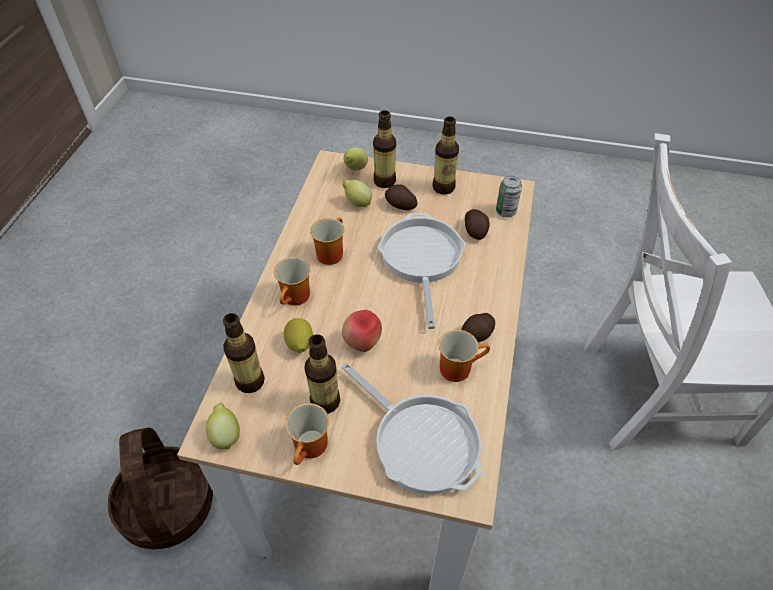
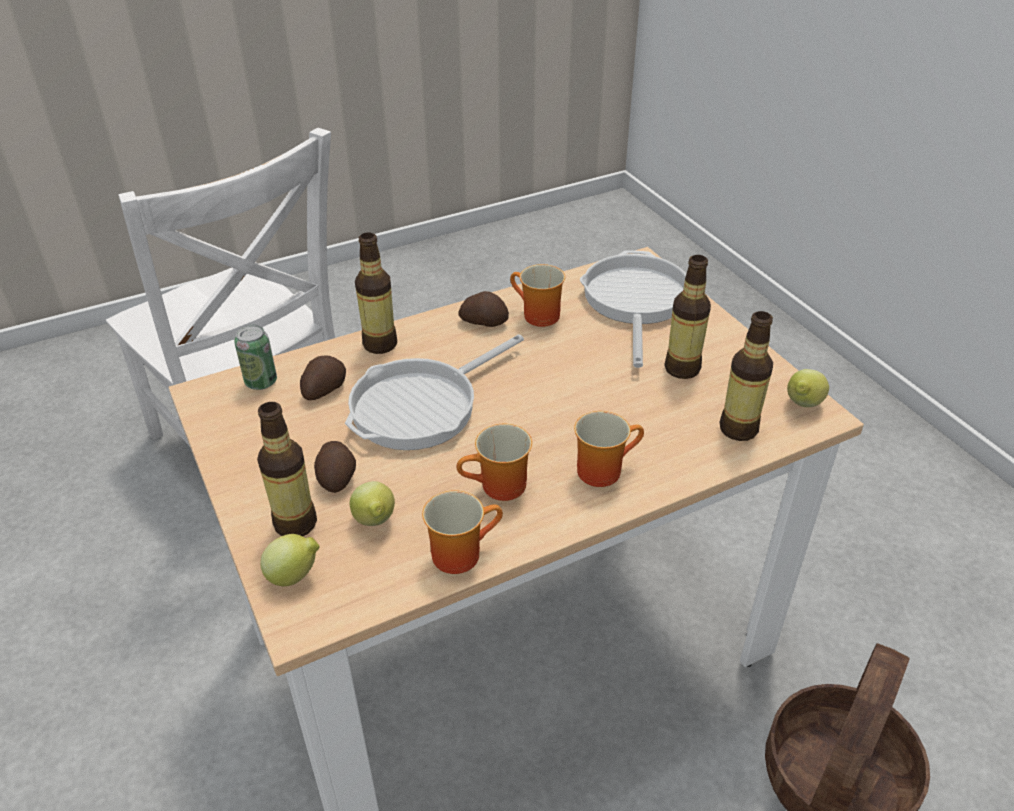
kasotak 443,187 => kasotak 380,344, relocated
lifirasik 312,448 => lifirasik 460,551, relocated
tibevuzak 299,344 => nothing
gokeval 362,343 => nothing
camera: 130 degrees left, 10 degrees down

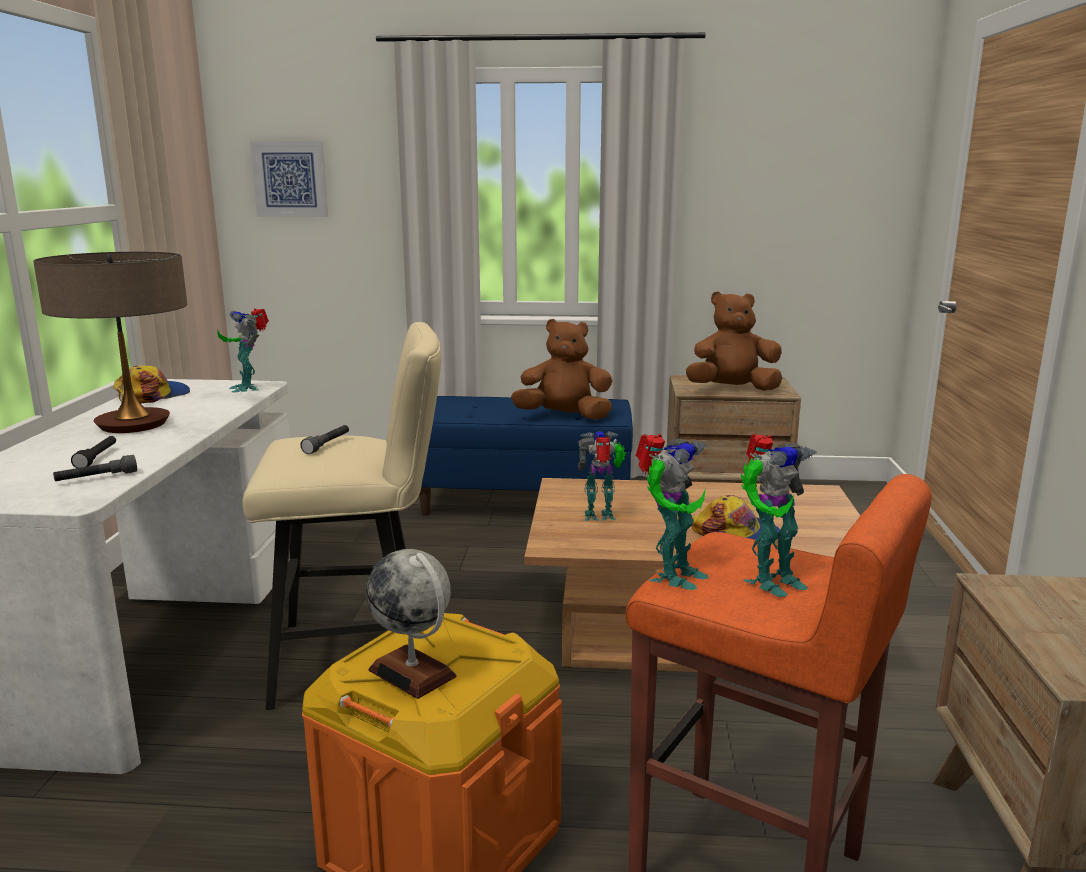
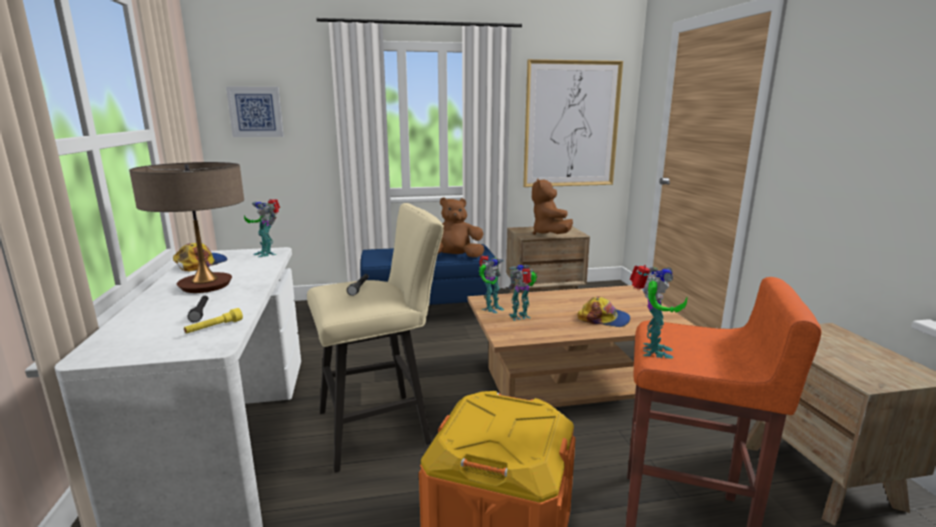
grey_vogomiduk 96,478 => yellow_vogomiduk 214,328
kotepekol 769,580 => kotepekol 491,308, relocated
nothing => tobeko 571,125
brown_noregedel 732,390 => brown_noregedel 549,234, 75 degrees counterclockwise
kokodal 412,673 => nothing
camera: 15 degrees left, 0 degrees up

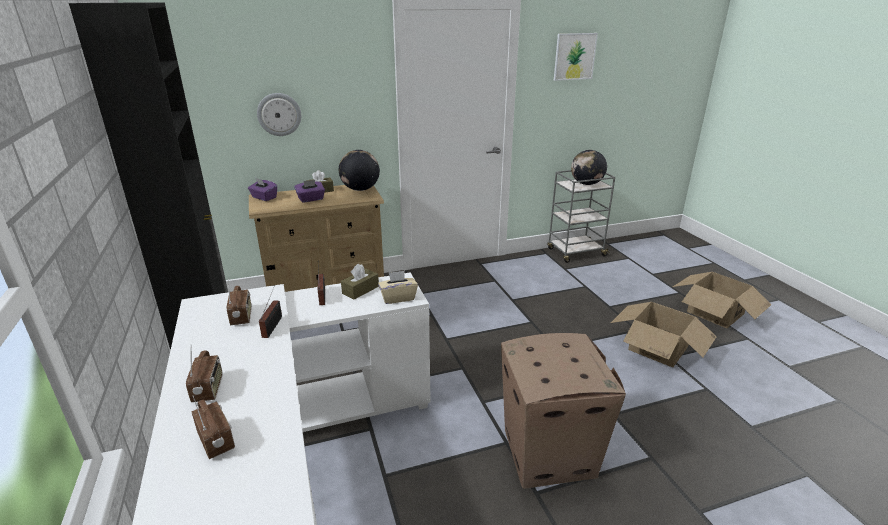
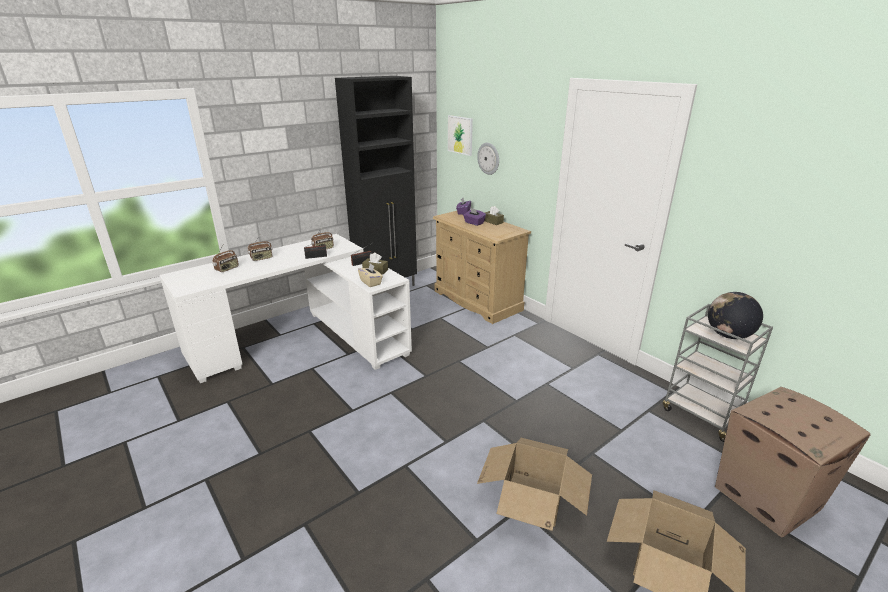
tobeko 574,56 => tobeko 460,135, relocated
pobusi 548,452 => pobusi 767,497, relocated
kokodal 360,189 => nothing
camera: 70 degrees right, 0 degrees up

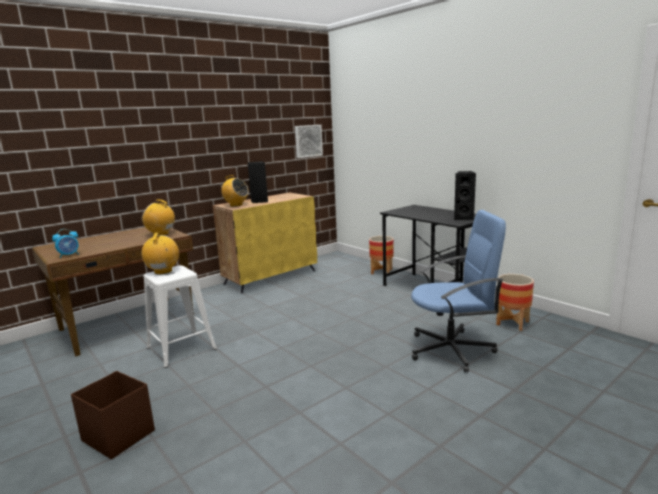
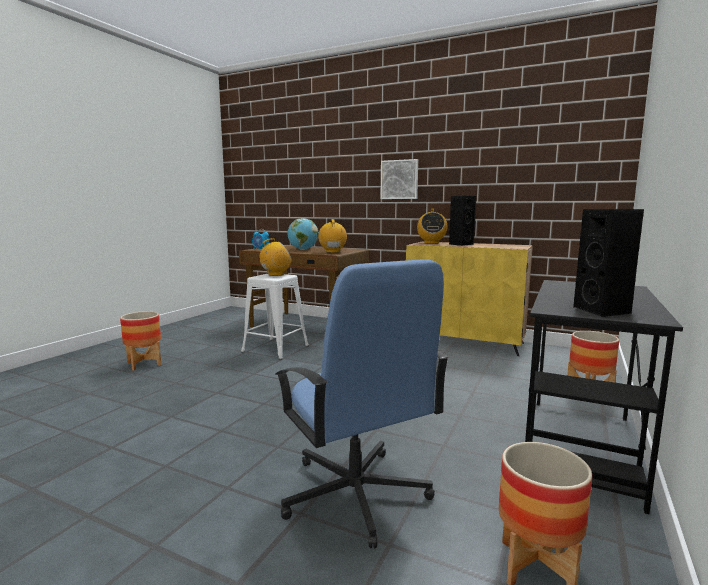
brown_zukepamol 118,435 => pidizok 144,364
nothing => kokodal 303,249
tobeko 308,141 => tobeko 399,179, relocated
camera: 65 degrees right, 5 degrees down

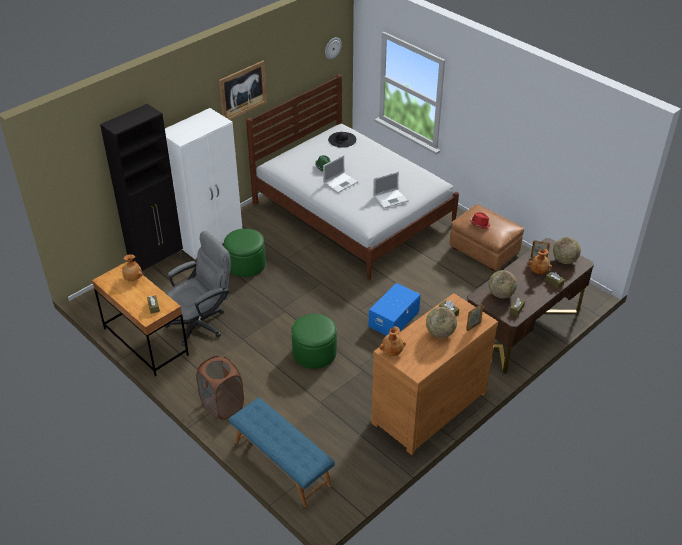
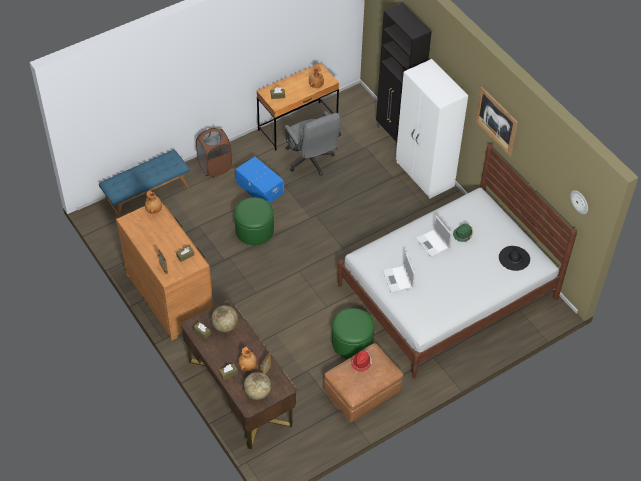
blue_zukepamol 394,318 => blue_zukepamol 259,188, relocated
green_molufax 246,264 => green_molufax 352,342, relocated
kokodal 440,333 => nothing
camera: 100 degrees right, 10 degrees up

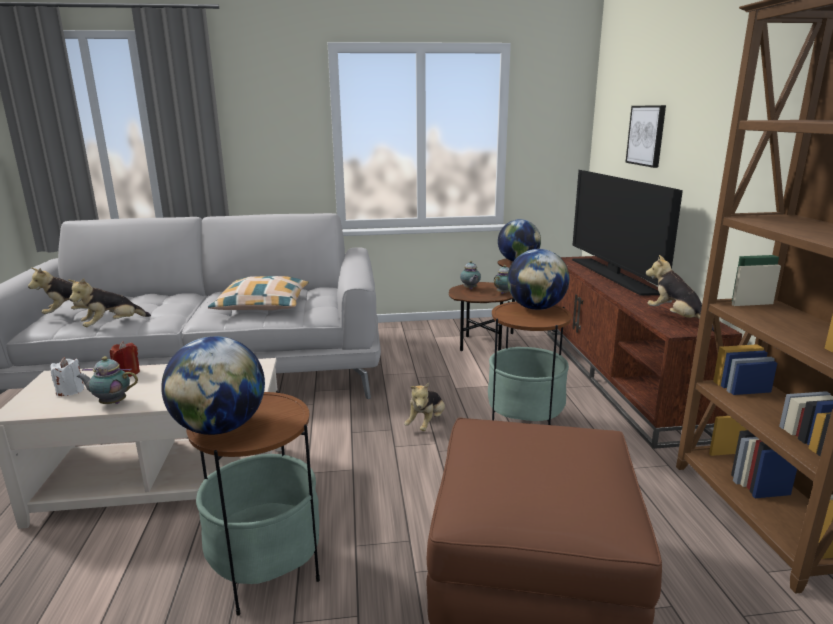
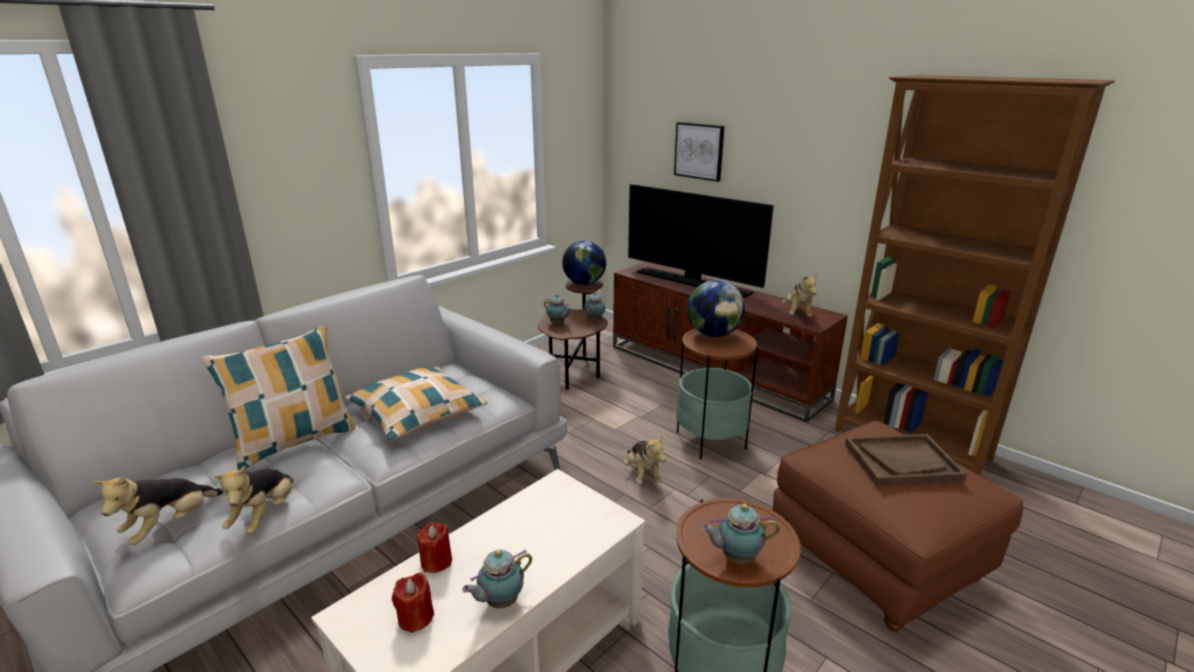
nothing => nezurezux 294,442
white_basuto 70,391 => red_basuto 415,618
kokodal 220,427 => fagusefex 736,557
noregedel 676,319 => noregedel 797,314, 105 degrees counterclockwise
nothing => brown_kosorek 902,462
camera: 40 degrees left, 5 degrees up

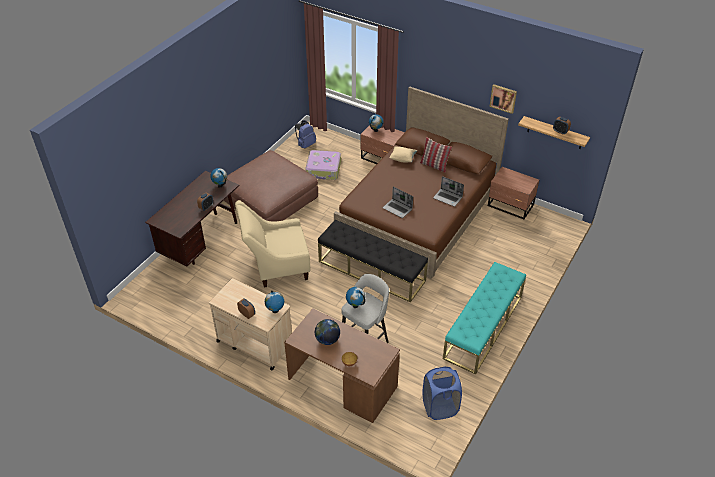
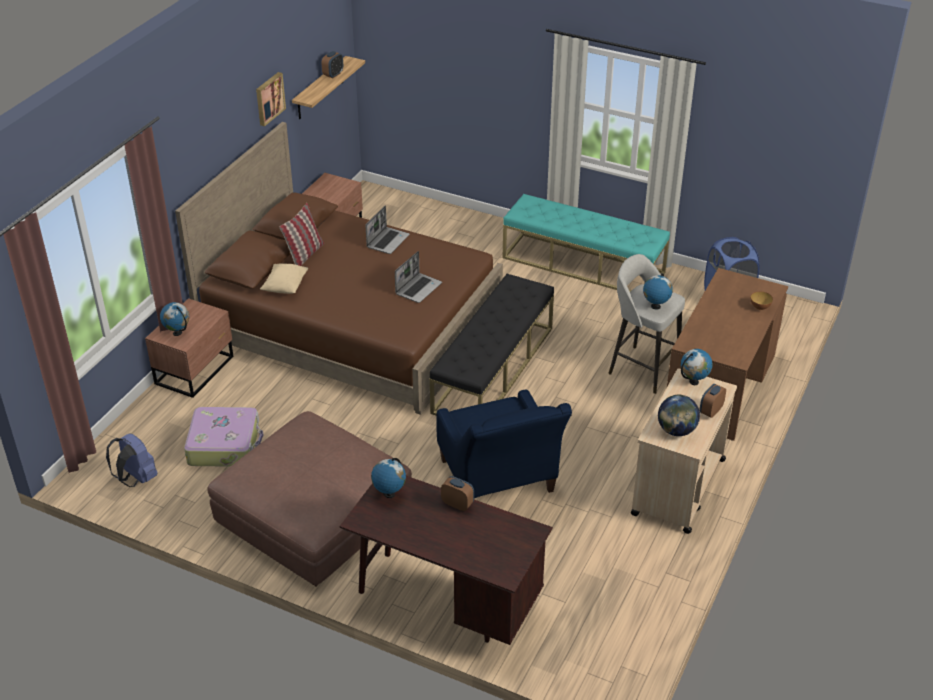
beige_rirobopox 276,266 => blue_rirobopox 499,482
kokodal 327,340 => kokodal 676,431, relocated
camera: 95 degrees left, 5 degrees down

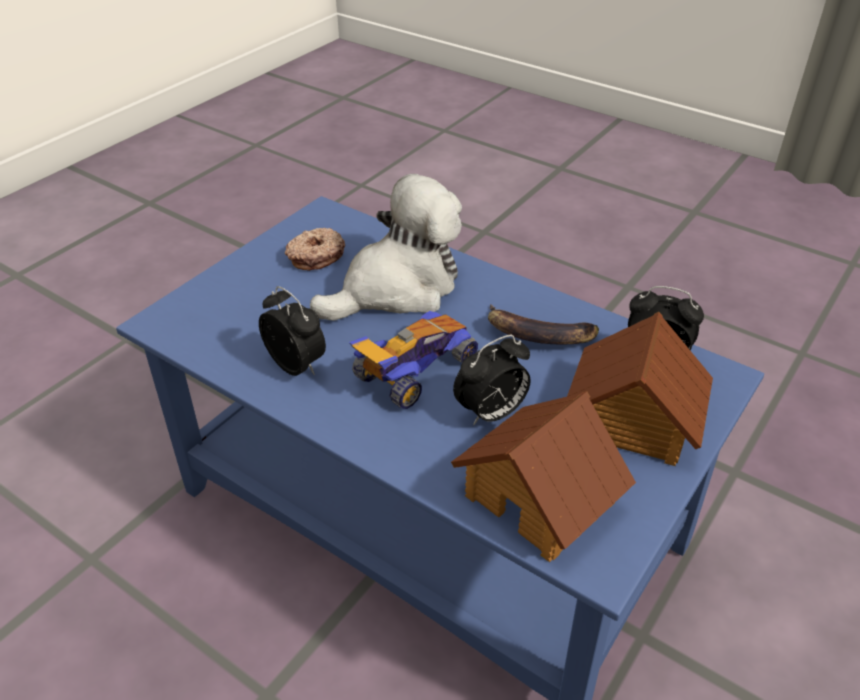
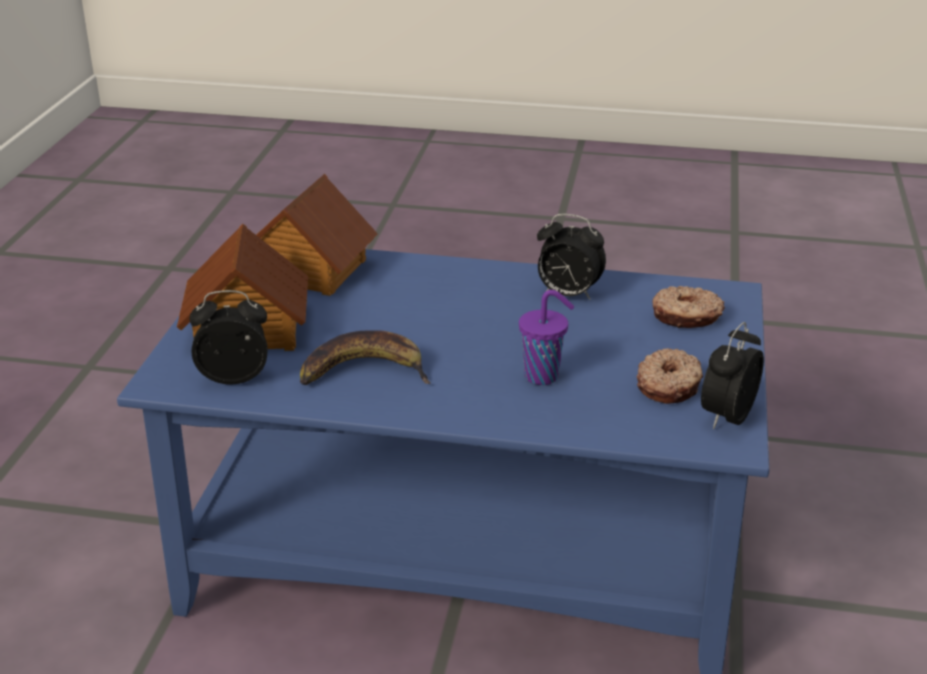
noregedel 397,288 => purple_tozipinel 544,376
nothing => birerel 686,317
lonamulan 491,413 => lonamulan 727,416, relocated
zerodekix 414,371 => nothing
camera: 155 degrees right, 10 degrees down

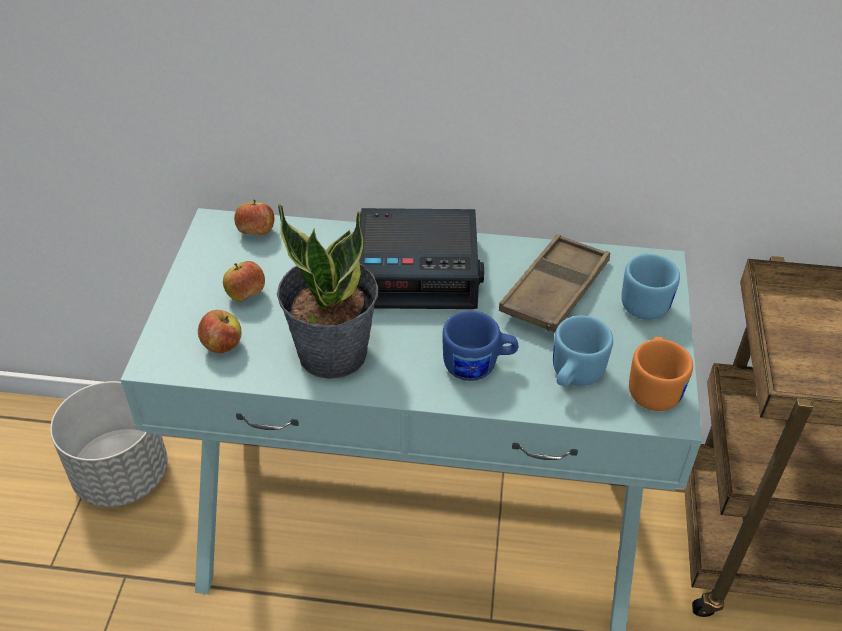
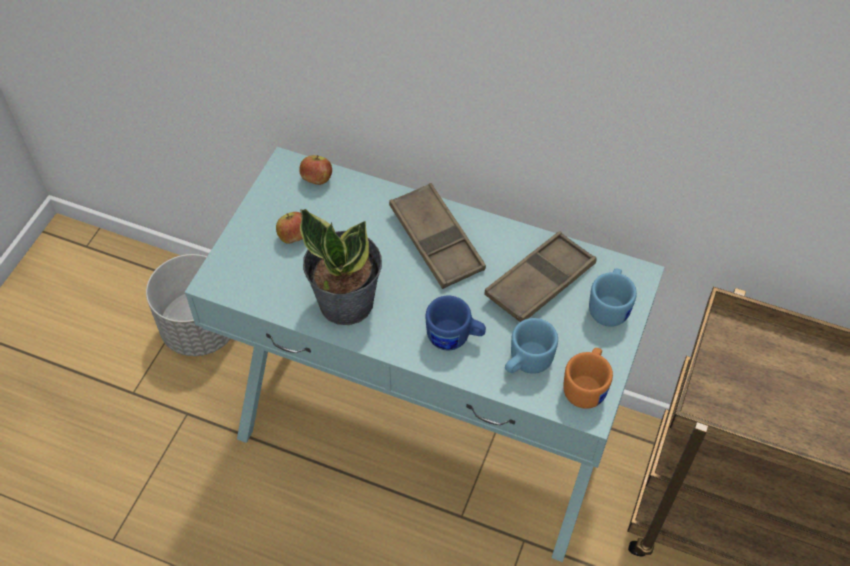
lonamulan 419,270 => brown_kosorek 436,241
gokeval 222,345 => nothing
camera: 15 degrees right, 10 degrees up

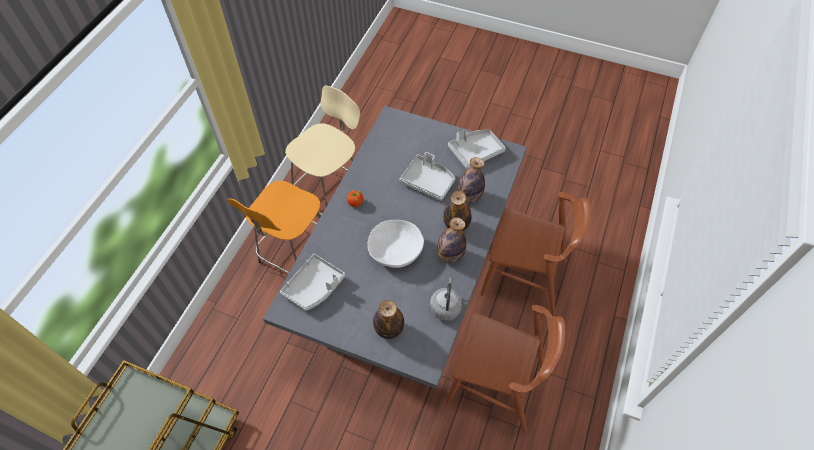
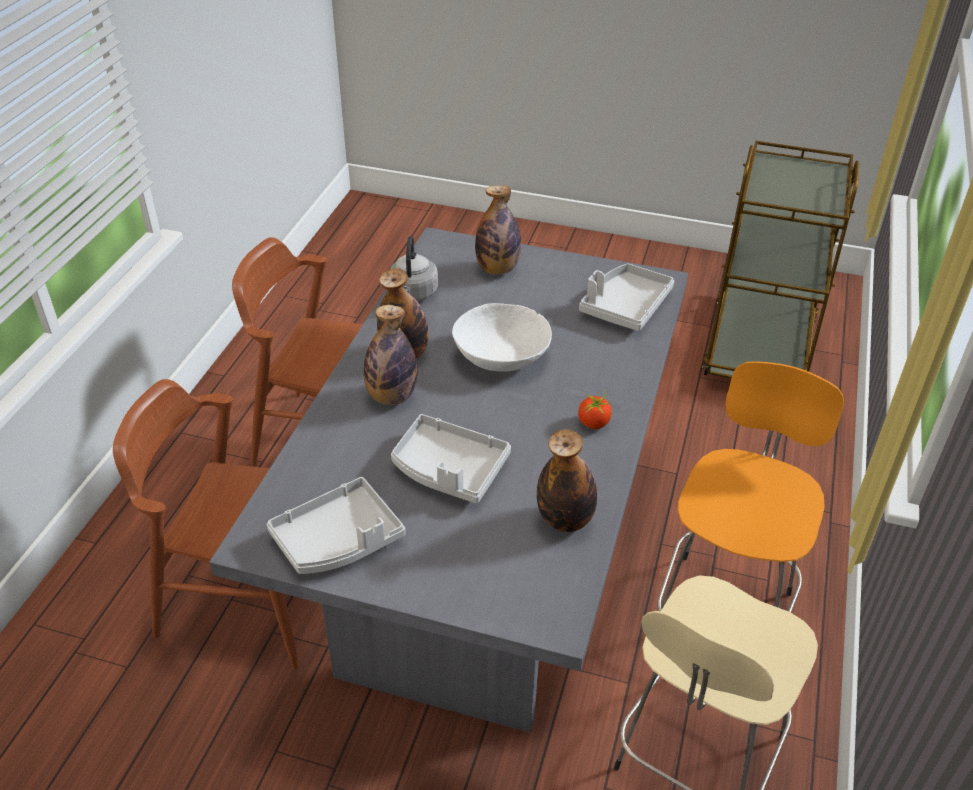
kasotak 469,196 => kasotak 565,520, relocated
camera: 175 degrees right, 15 degrees down

